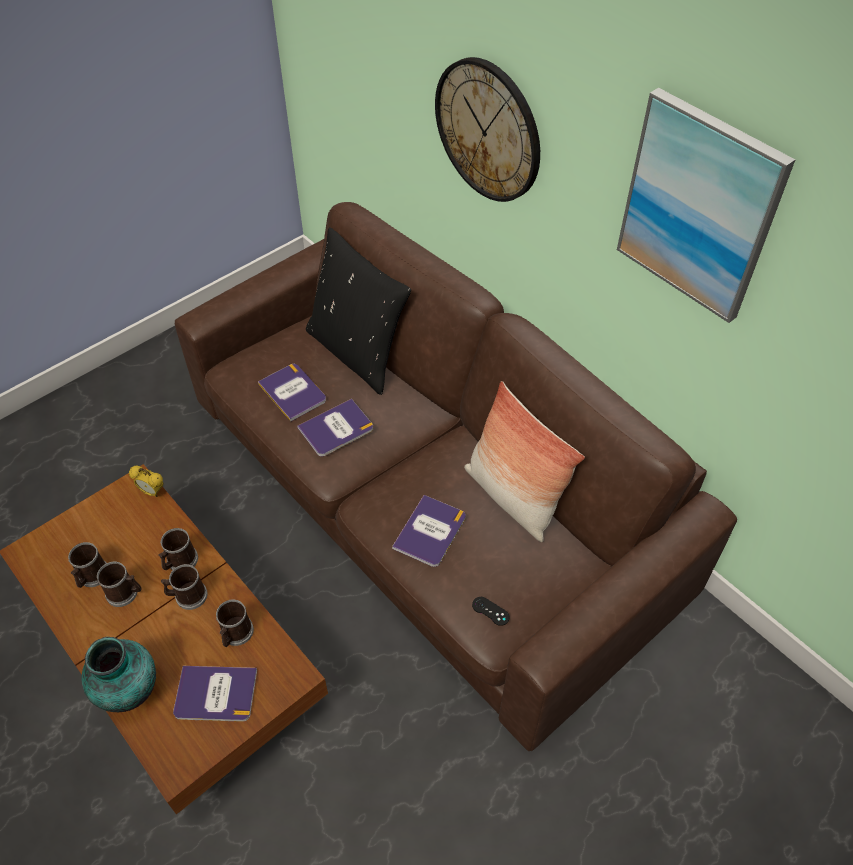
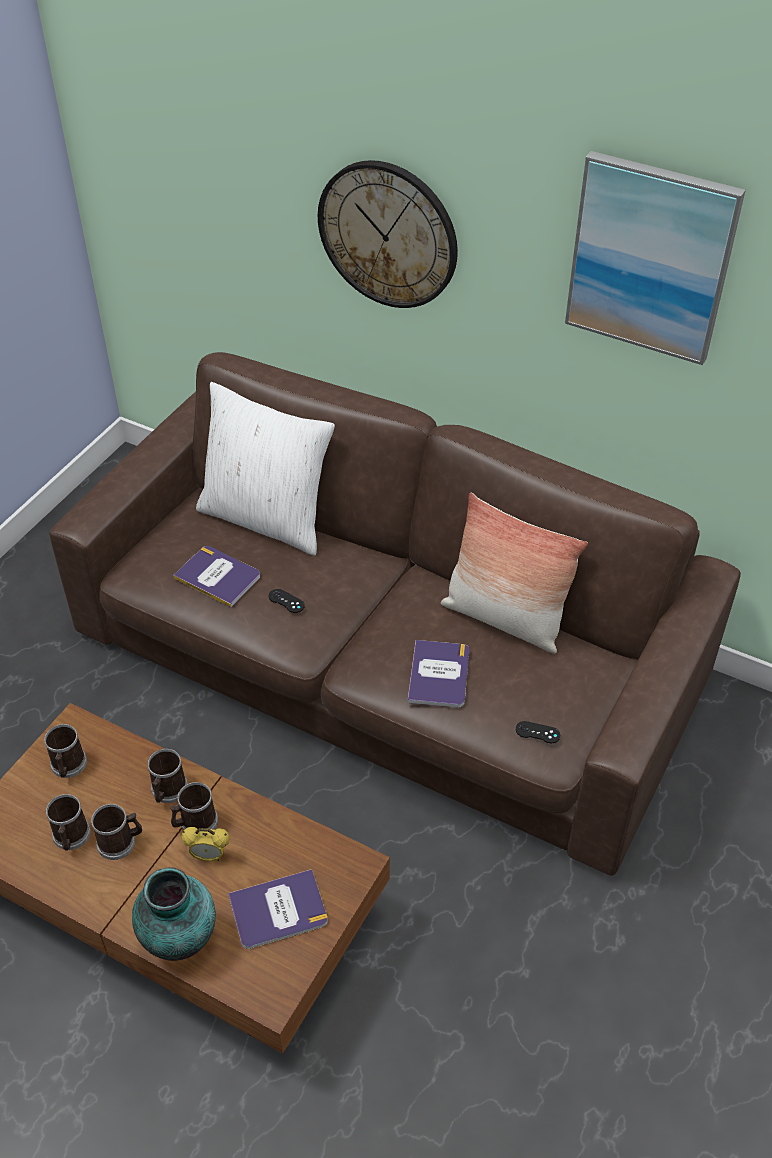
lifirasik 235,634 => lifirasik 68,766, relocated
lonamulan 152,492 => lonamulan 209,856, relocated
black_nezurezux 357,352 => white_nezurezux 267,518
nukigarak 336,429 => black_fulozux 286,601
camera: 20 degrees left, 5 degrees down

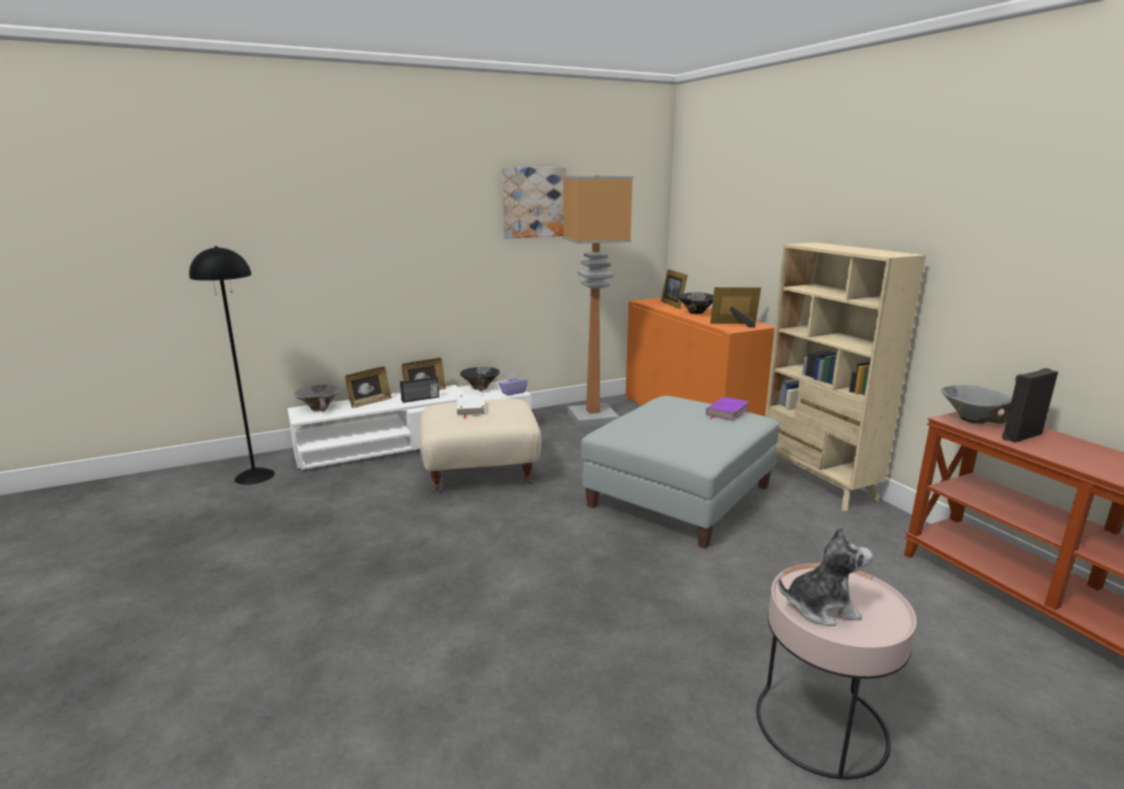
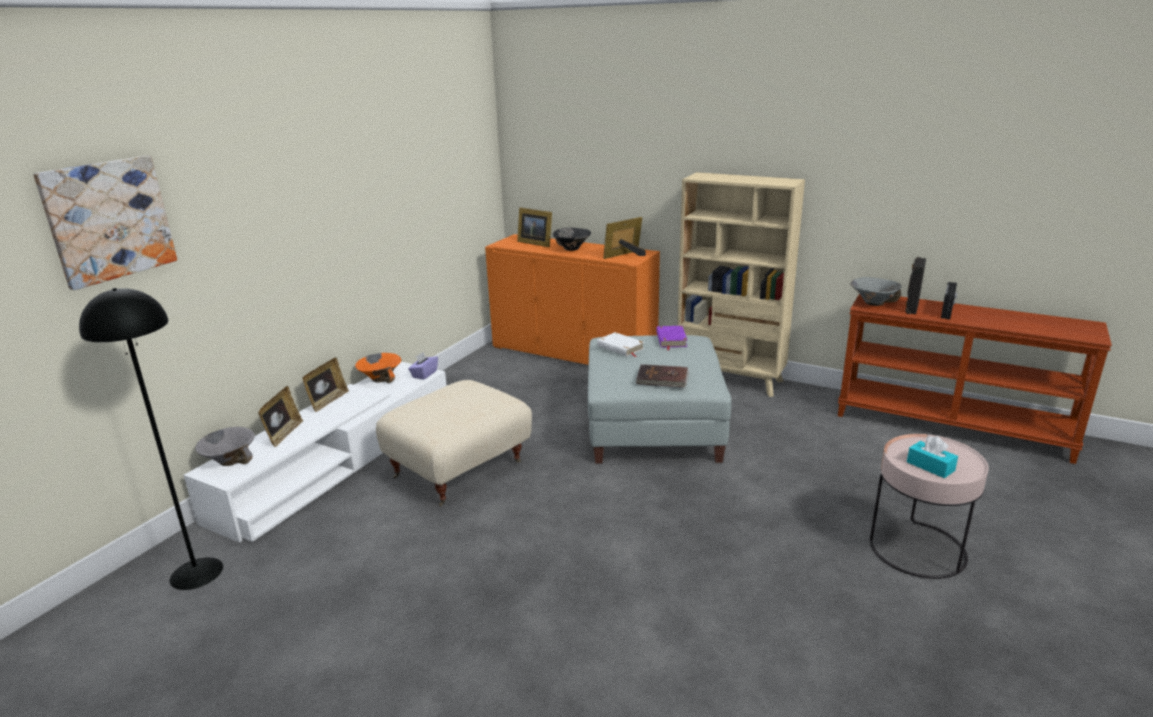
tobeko 534,202 => tobeko 108,220, relocated
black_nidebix 480,387 => orange_nidebix 381,379
white_nukigarak 470,408 => white_nukigarak 620,347, relocated
nothing => brown_nukigarak 662,378
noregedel 820,608 => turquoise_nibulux 930,466
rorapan 420,399 => rorapan 948,311, relocated
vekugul 593,417 => nothing
camera: 35 degrees left, 5 degrees up

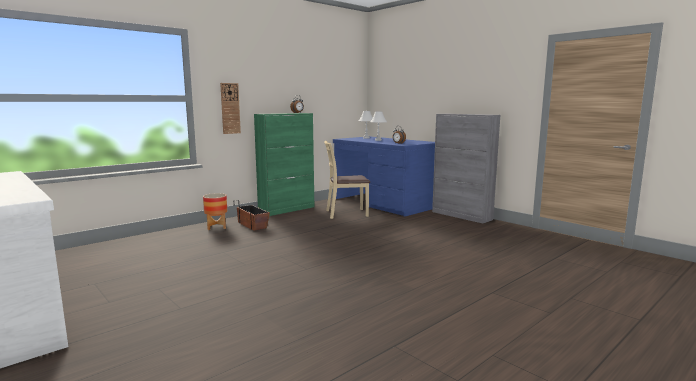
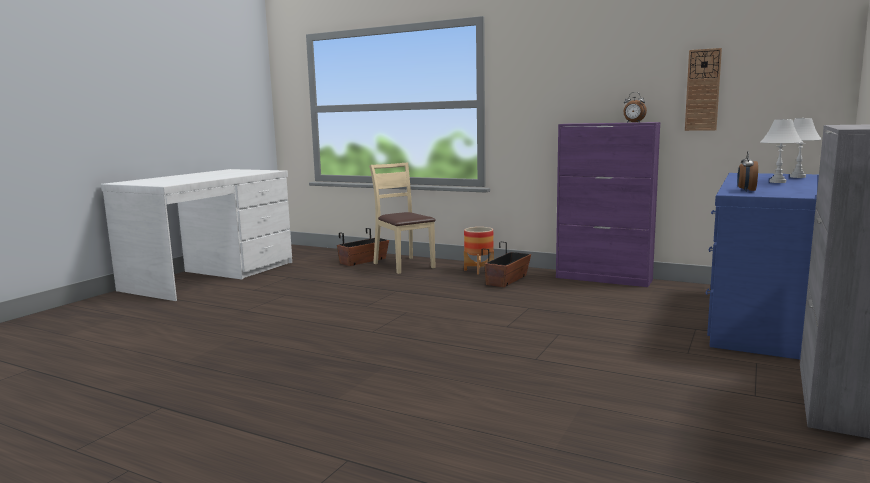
nothing => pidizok 363,261
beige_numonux 346,213 => beige_numonux 404,265, relocated
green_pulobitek 287,209 => purple_pulobitek 604,279
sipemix 230,108 => sipemix 702,90, relocated
camera: 70 degrees right, 0 degrees up

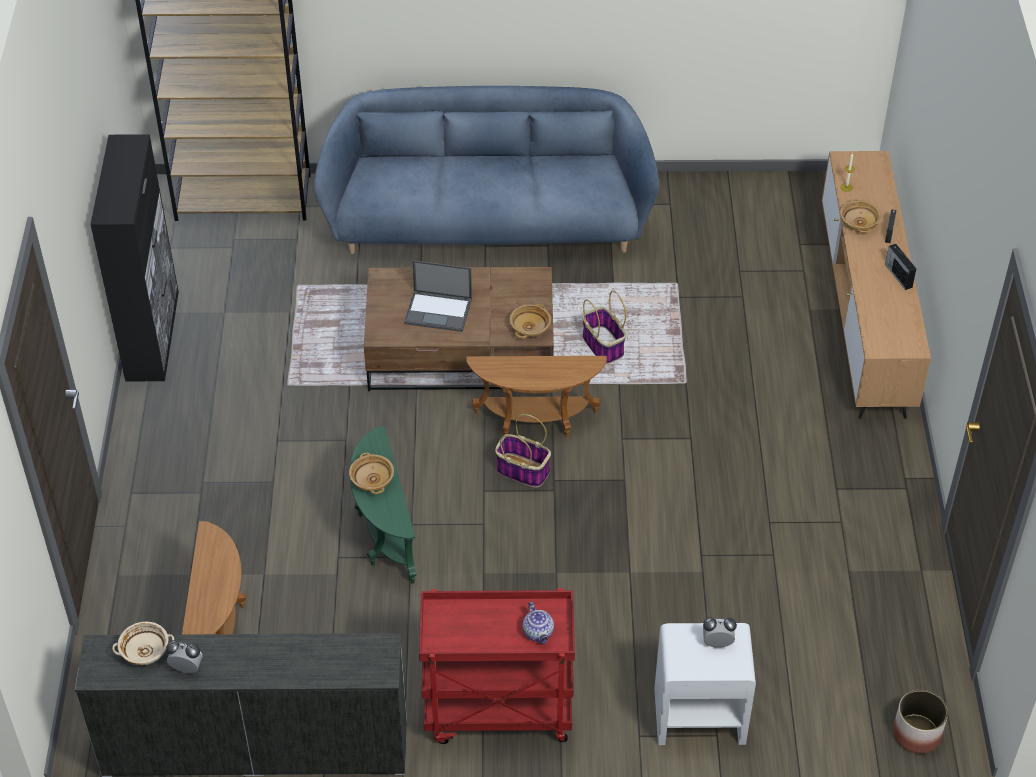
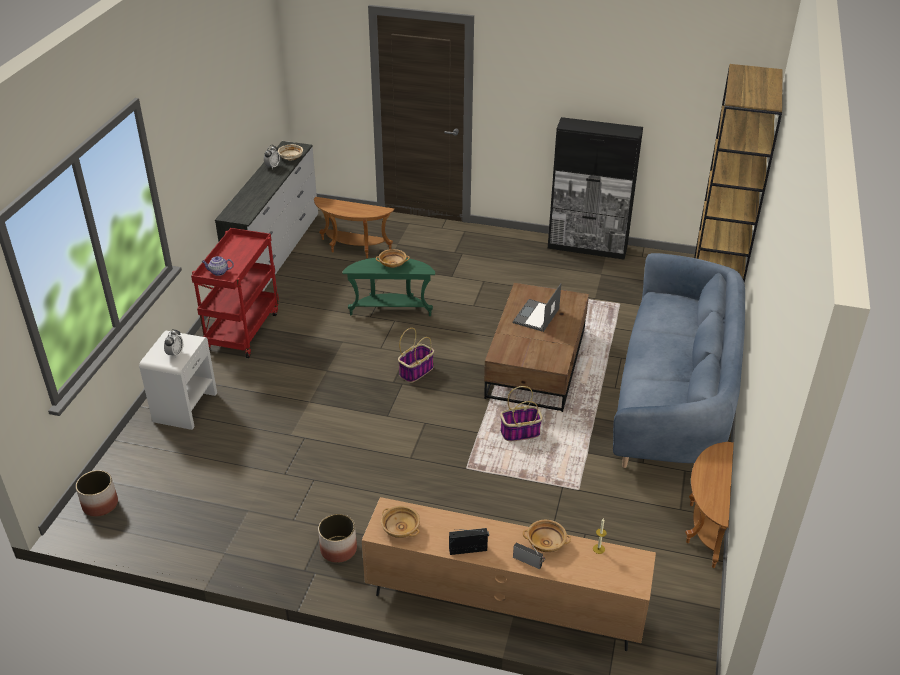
nothing => pidizok 339,549
beige_nidebix 530,328 => beige_nidebix 400,528, relocated
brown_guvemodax 536,423 => brown_guvemodax 704,526, relocated
camera: 105 degrees right, 10 degrees down

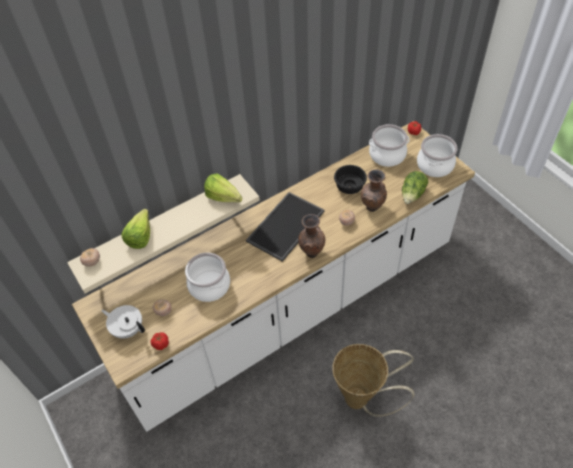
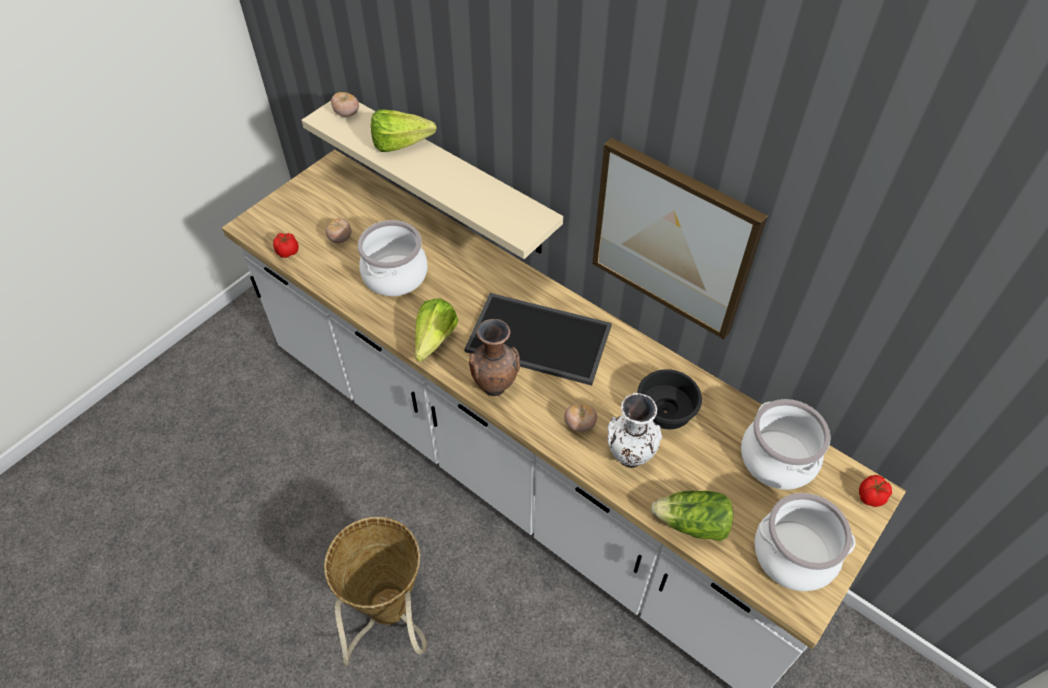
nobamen 225,199 => nobamen 431,345, relocated
nothing => tobeko 673,238
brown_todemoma 372,208 => white_todemoma 628,459
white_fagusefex 128,329 => nothing
camera: 70 degrees right, 0 degrees up

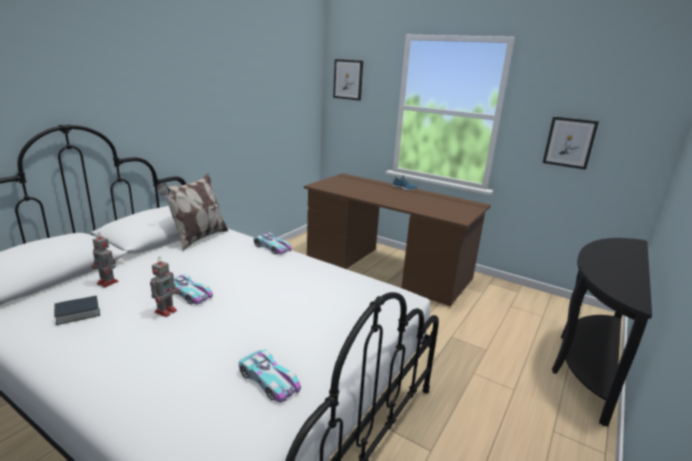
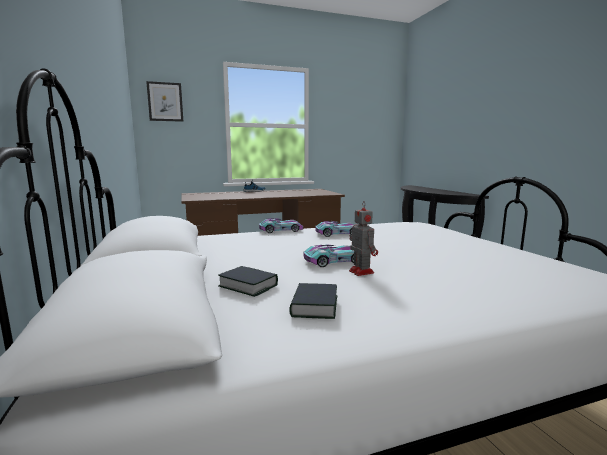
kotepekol 108,283 => nukigarak 248,286
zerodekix 269,380 => zerodekix 338,234, relocated
nezurezux 198,238 => nothing
tobeko 569,142 => nothing
camera: 50 degrees left, 10 degrees down

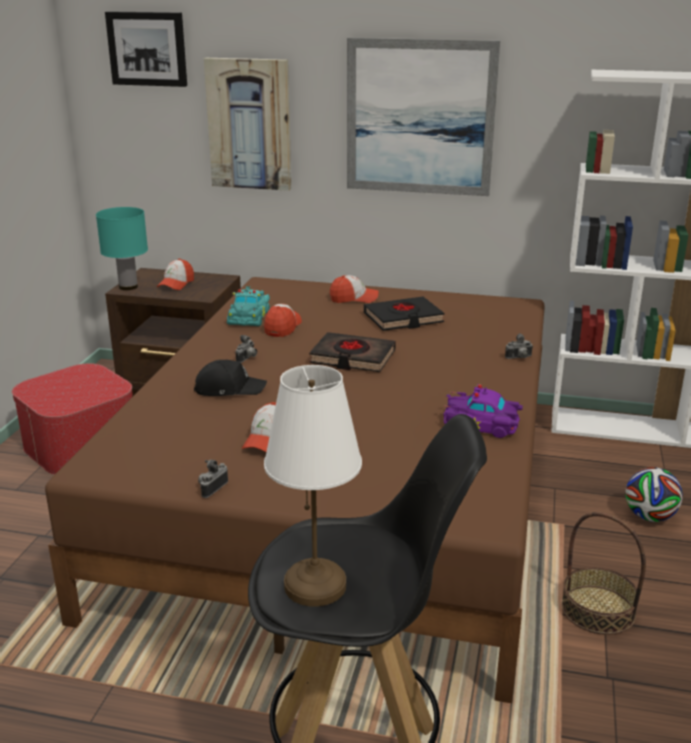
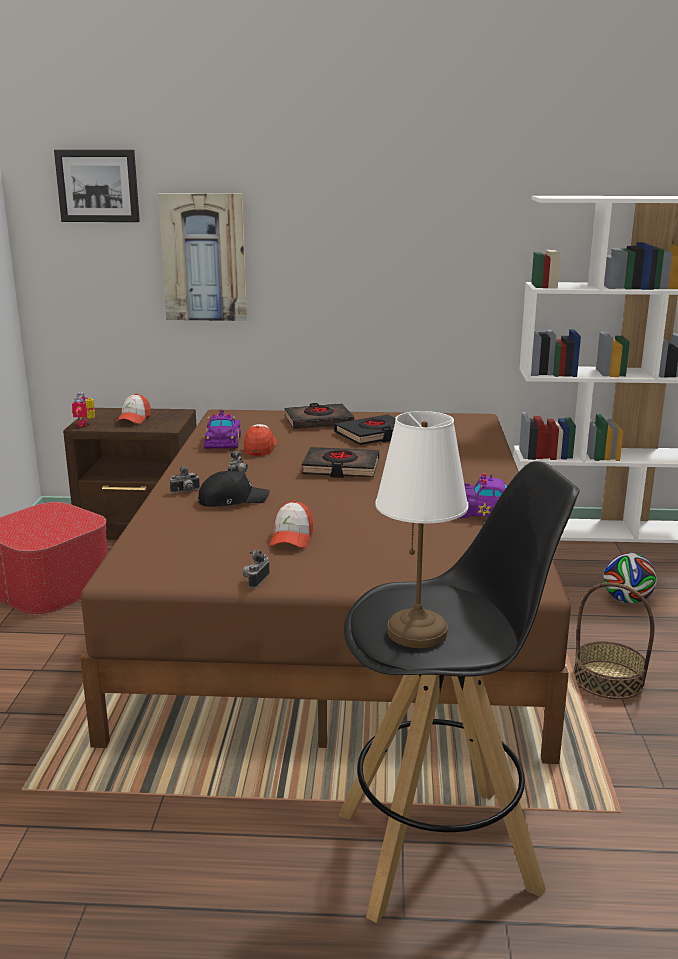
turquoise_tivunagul 128,287 => kotepekol 85,424
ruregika 519,358 => ruregika 186,491, relocated
turquoise_zerodekix 250,317 => purple_zerodekix 223,441
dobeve 354,298 => black_nukigarak 318,421
tobeko 419,117 => nothing
camera: 10 degrees left, 5 degrees down

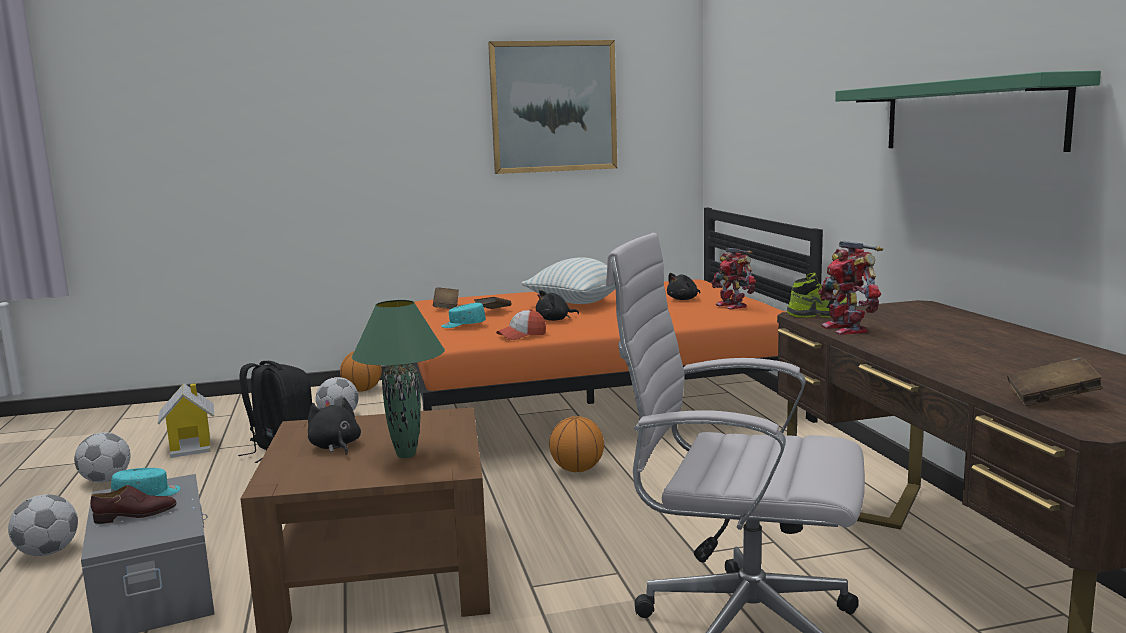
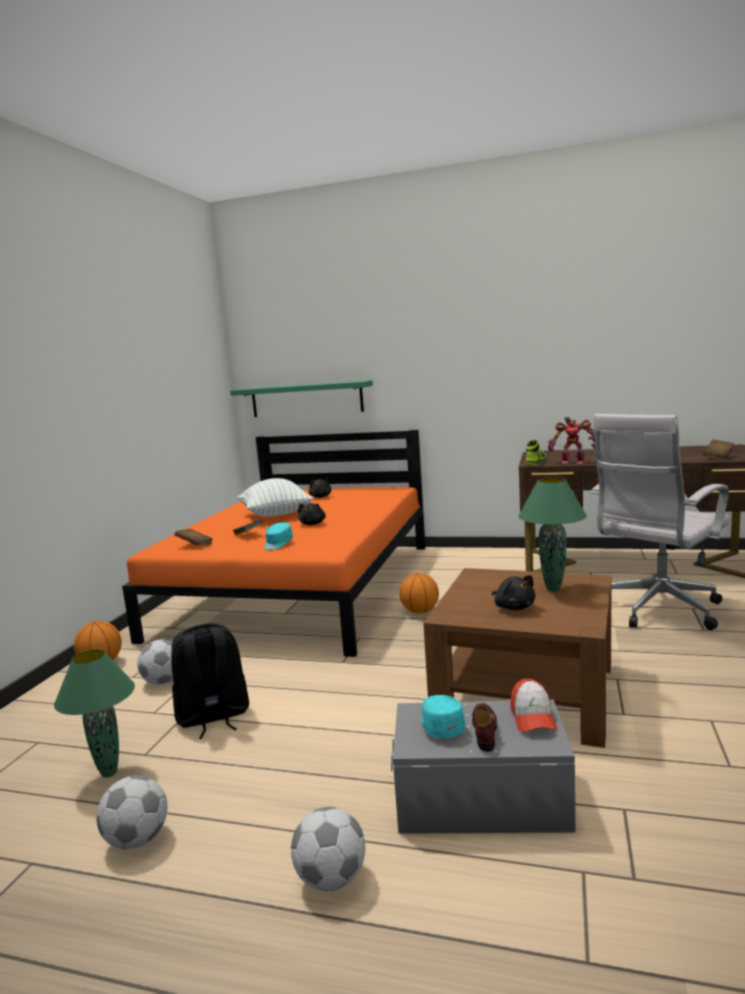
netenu 191,446 => green_tivunagul 109,772
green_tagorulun 969,116 => green_tagorulun 306,399, relocated
black_noregedel 335,446 => black_noregedel 513,607, 120 degrees counterclockwise
dobeve 521,335 => dobeve 532,718, relocated
tobeko 553,107 => nothing
kotepekol 733,305 => nothing
camera: 60 degrees left, 0 degrees up

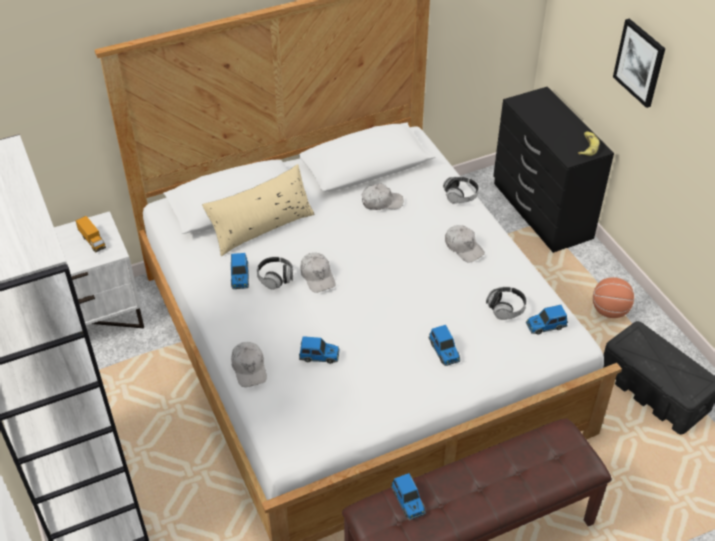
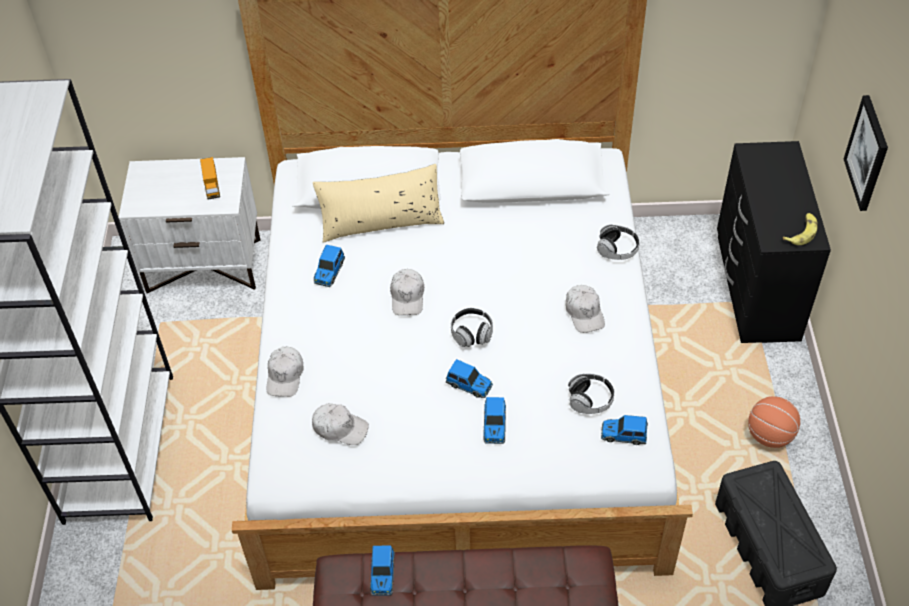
white_dobeve 381,202 => white_dobeve 340,428, relocated
zerodekix 319,356 => zerodekix 469,385, relocated
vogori 275,278 => vogori 472,333, relocated
camera: 25 degrees right, 5 degrees up

